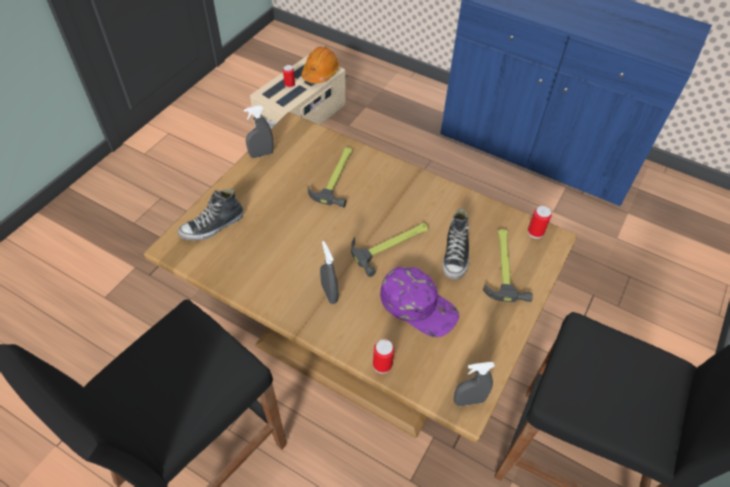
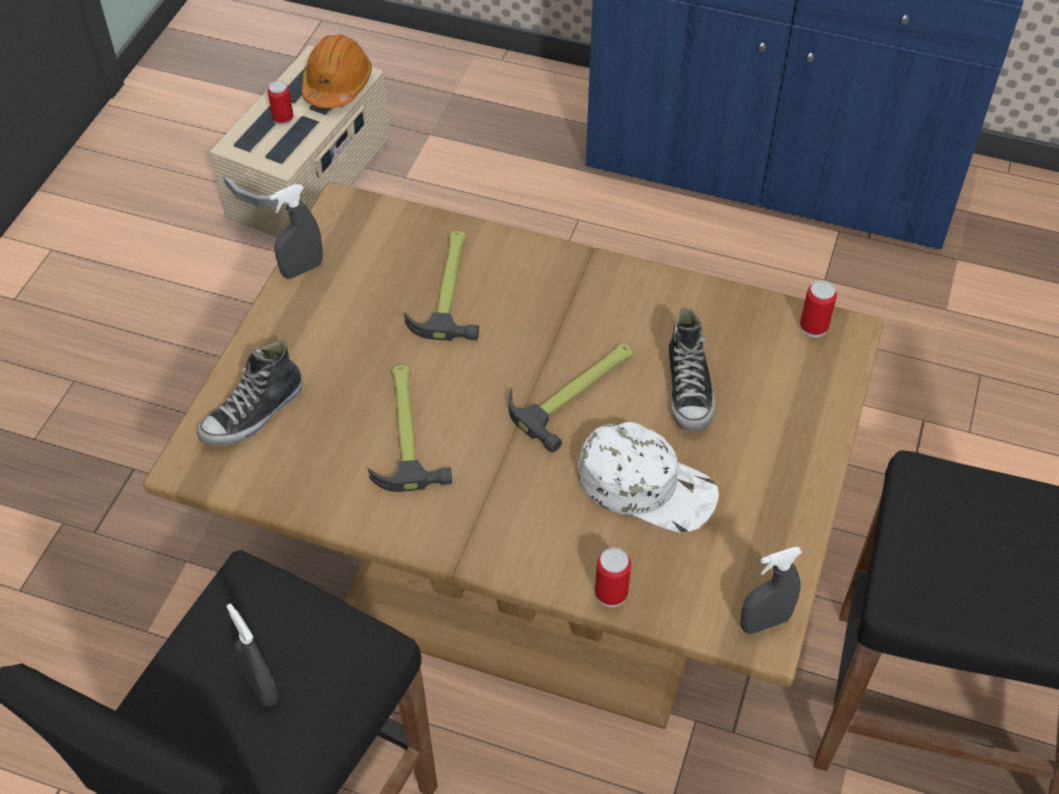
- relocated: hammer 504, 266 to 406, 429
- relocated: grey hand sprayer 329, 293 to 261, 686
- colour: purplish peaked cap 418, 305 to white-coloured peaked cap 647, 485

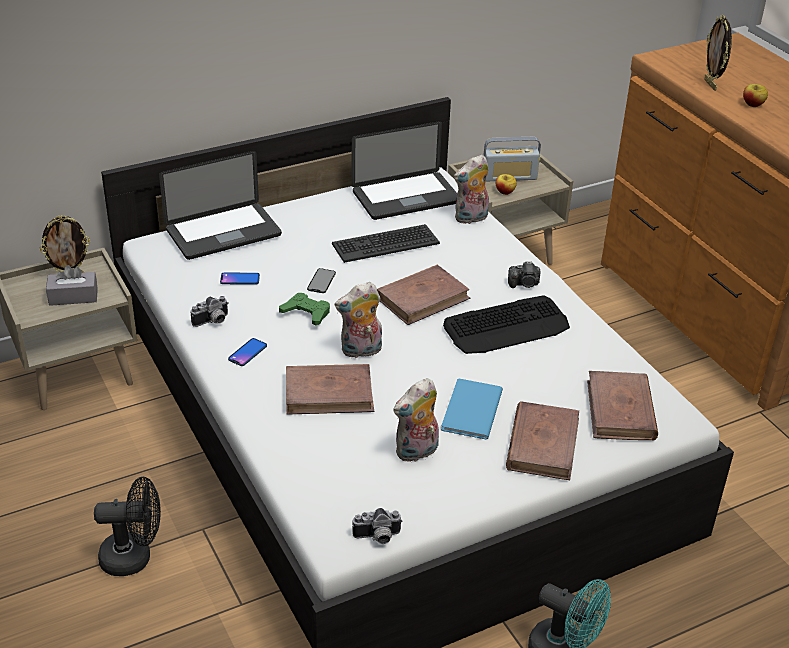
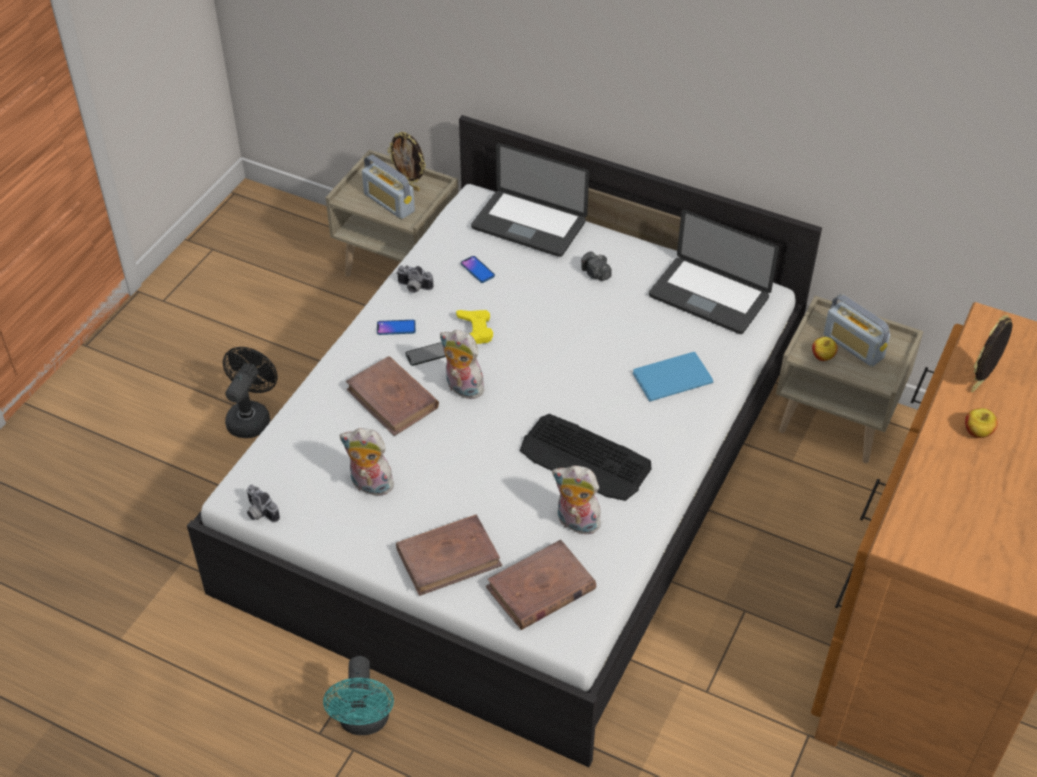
- relocated: plush toy 471, 218 to 576, 523
- missing: computer keyboard 385, 244
- relocated: photo camera 524, 284 to 595, 274
- exchanged: grey tissue holder 73, 296 to radio set 389, 203
- missing: brown-coloured volume 422, 298
- relocated: handset 321, 281 to 426, 354
- colour: greenish joypad 306, 313 to yellow joypad 475, 330
- relocated: blue-coloured volume 469, 411 to 669, 377
- spun: blackish cooling fan 134, 557 = 251, 417 120 degrees counterclockwise

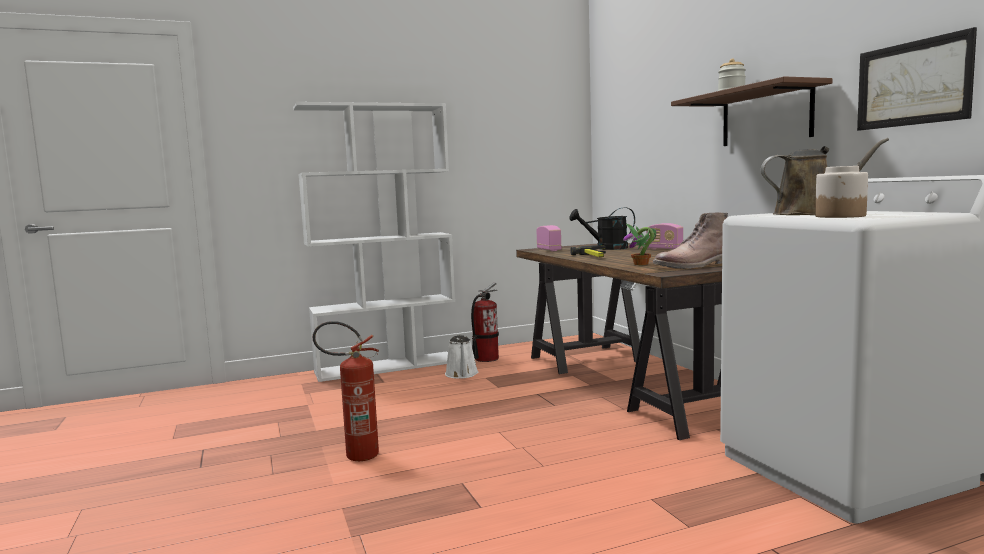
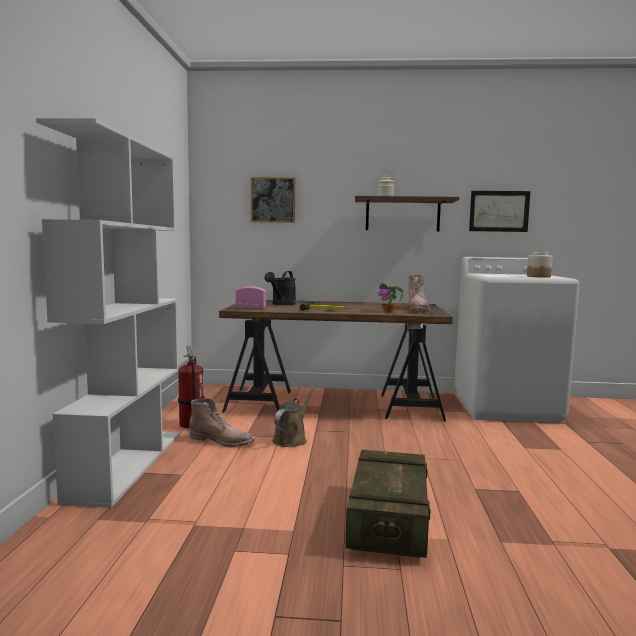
- relocated: brown-coloured sprinkling can 810, 214 to 291, 439
- missing: radio set 664, 249
- exchanged: fire-fighting cylinder 354, 456 to packing crate 388, 520
- exchanged: white-coloured sprinkling can 462, 374 to brown-coloured boot 221, 441
- appeared: wall picture 273, 200

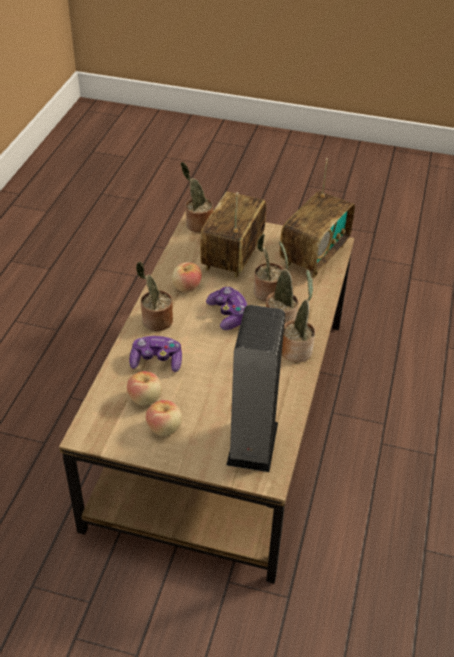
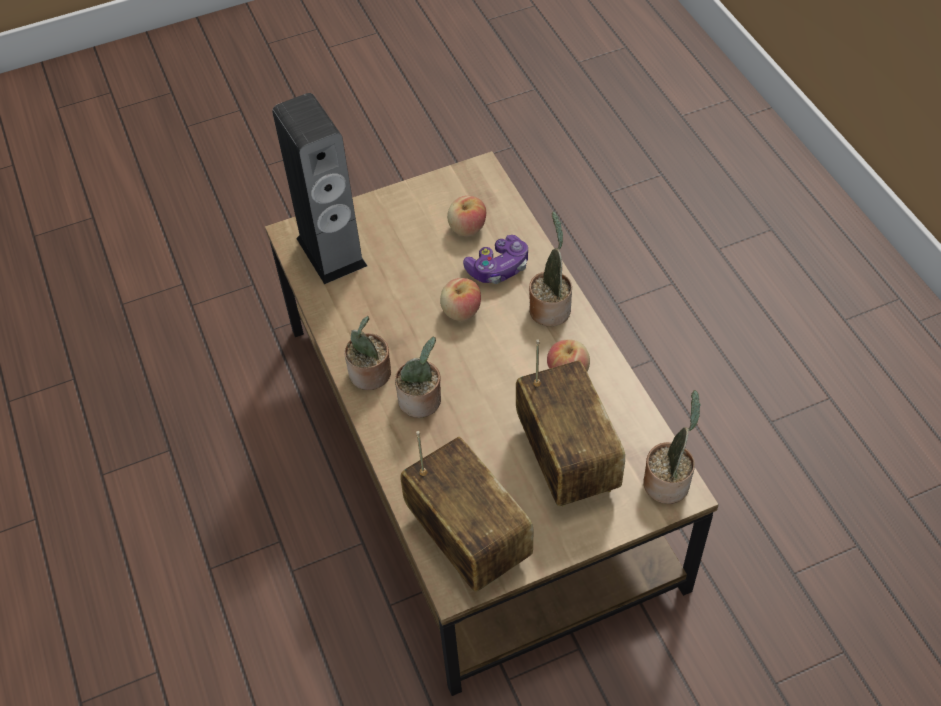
- spun: radio set 314, 255 = 468, 538 150 degrees clockwise
- missing: houseplant 266, 293
- missing: joypad 228, 315
- relocated: apple fruit 165, 428 to 461, 311

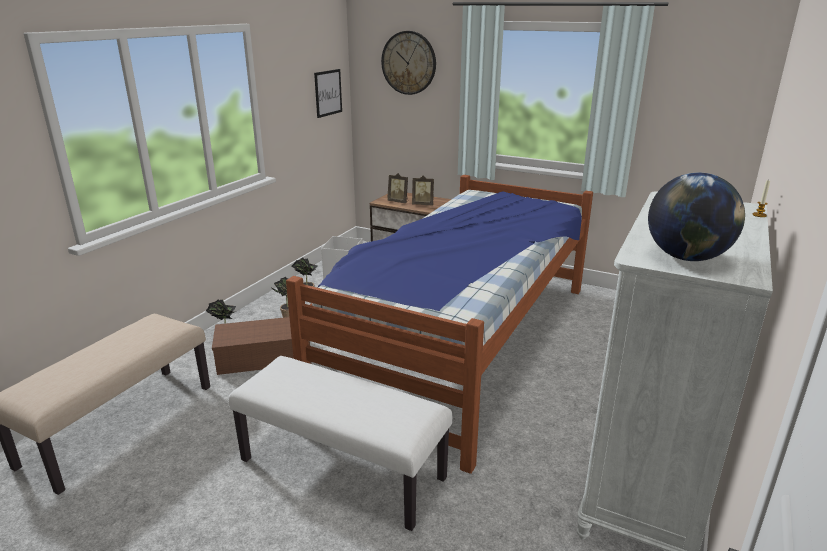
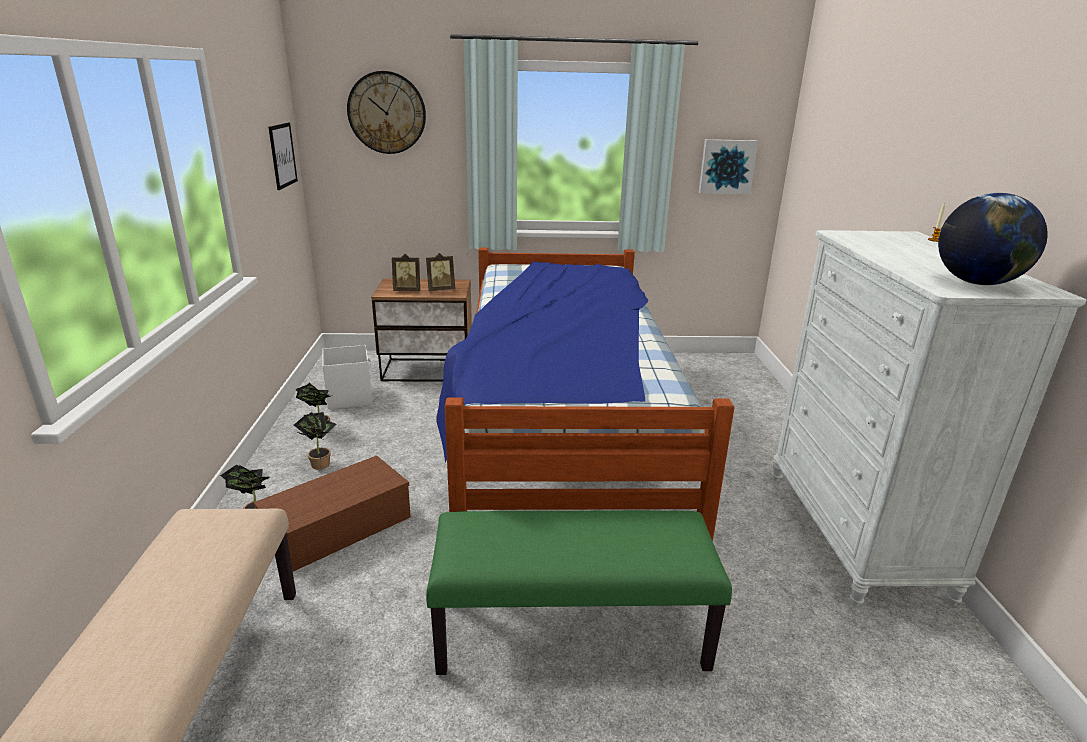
- colour: white-coloured indoor bench 343, 468 to greenish indoor bench 572, 632
- appeared: wall picture 726, 166

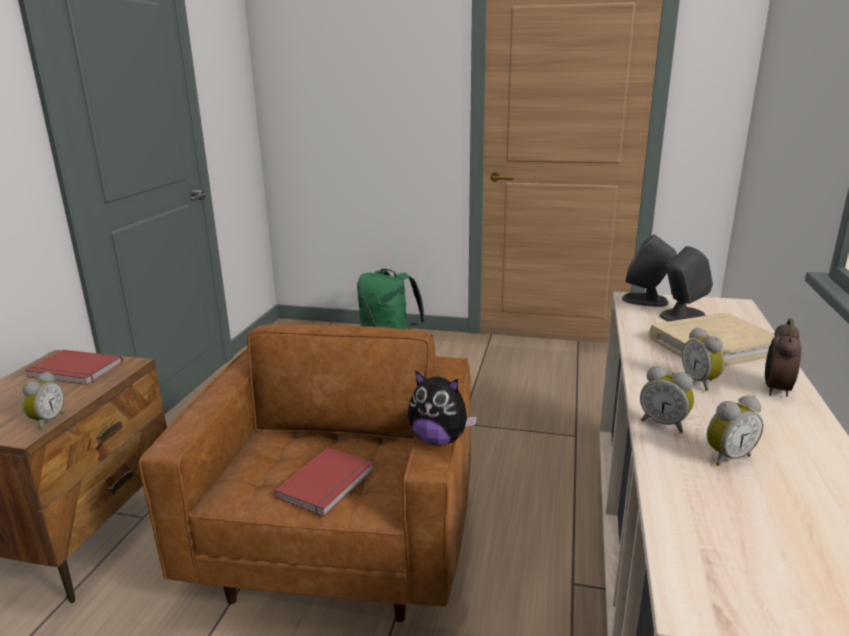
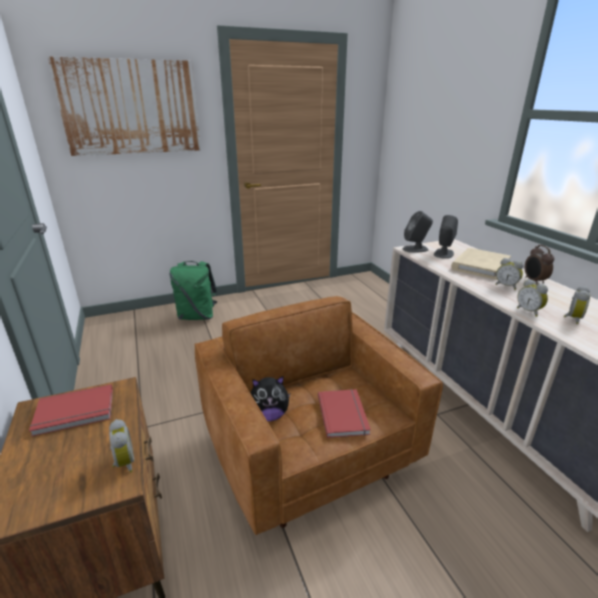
- spun: bedside clock 663, 423 = 529, 311 60 degrees clockwise
- relocated: plush toy 439, 440 to 269, 415
- appeared: wall picture 131, 108

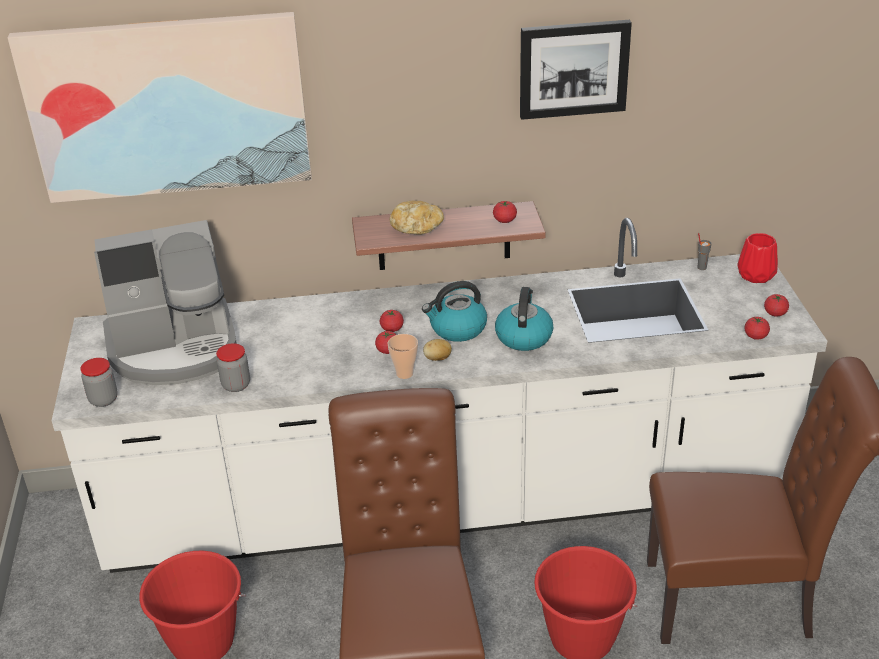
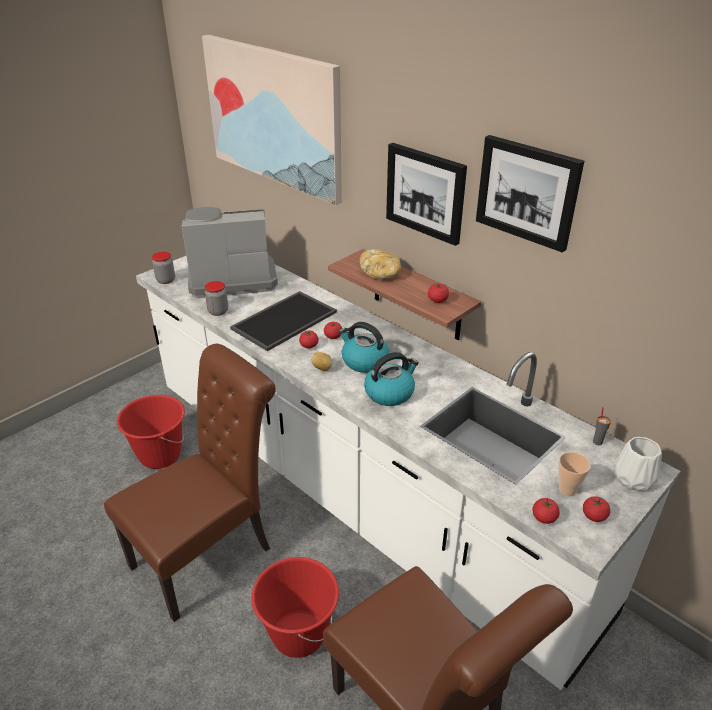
- spun: coffee maker 174, 348 = 231, 277 135 degrees clockwise
- colour: red-coloured flower vase 754, 275 to white-coloured flower vase 632, 478
- relocated: drinking cup 404, 373 to 567, 490
- appeared: wall picture 426, 192
- appeared: tray 284, 319

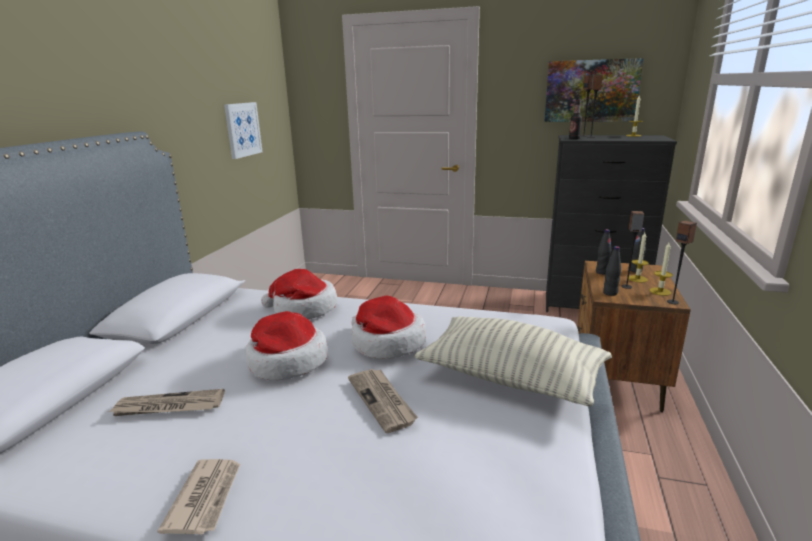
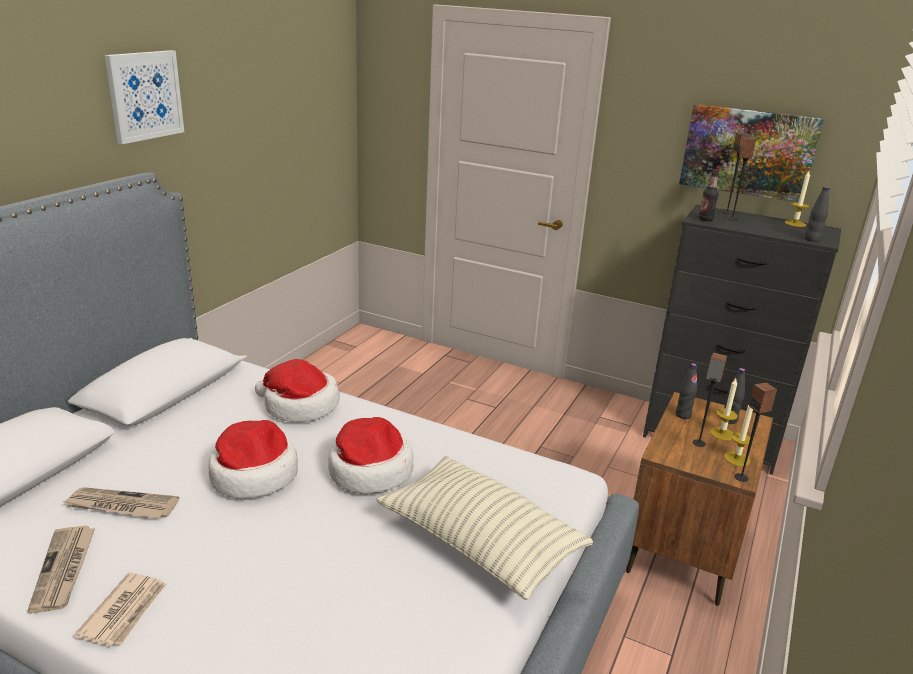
- relocated: wall picture 242, 129 to 144, 95
- relocated: blackish beverage bottle 610, 293 to 812, 239
- relocated: printed paper 382, 401 to 64, 570

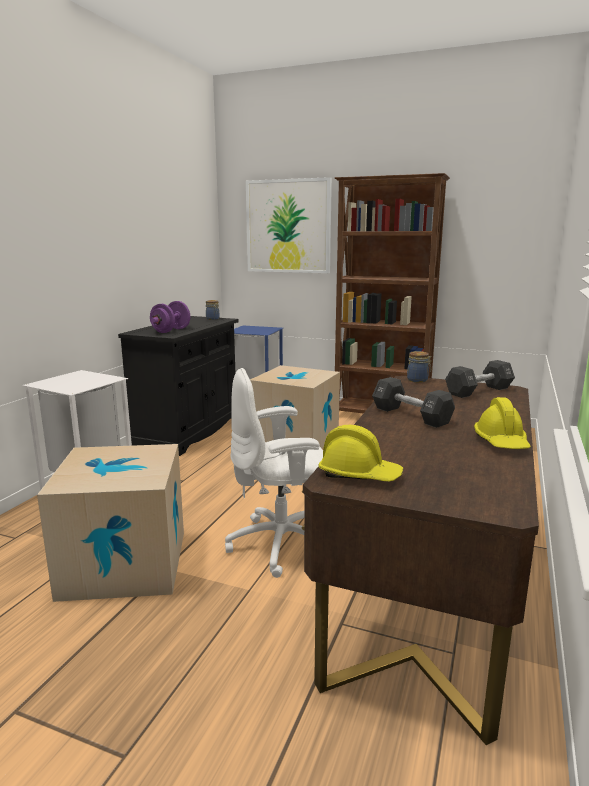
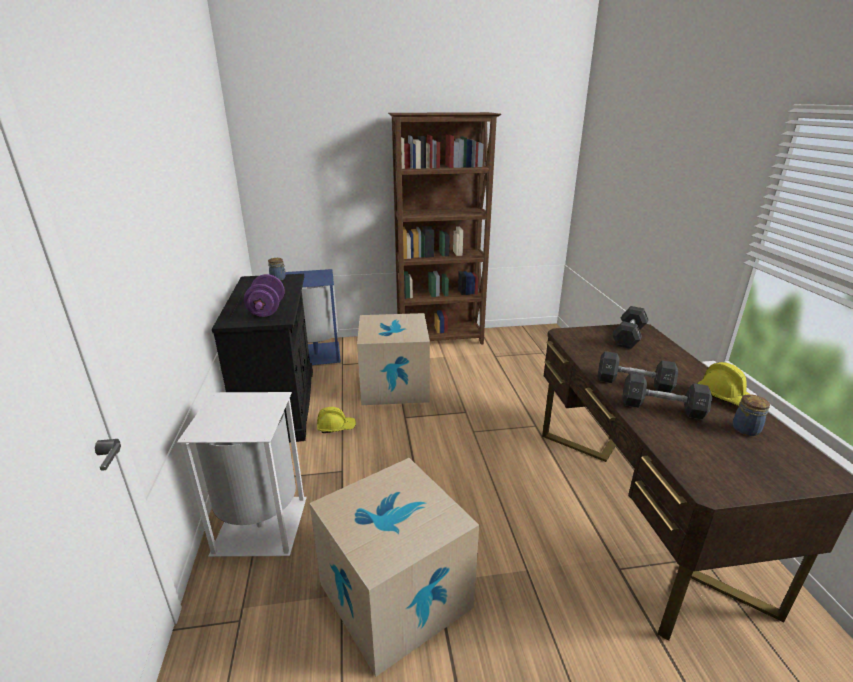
- missing: wall picture 288, 226
- relocated: jar 418, 380 to 747, 429
- missing: white-coloured office chair 282, 544
- relocated: yellow safety helmet 359, 474 to 336, 427
- appeared: blackish dumbbell 662, 407

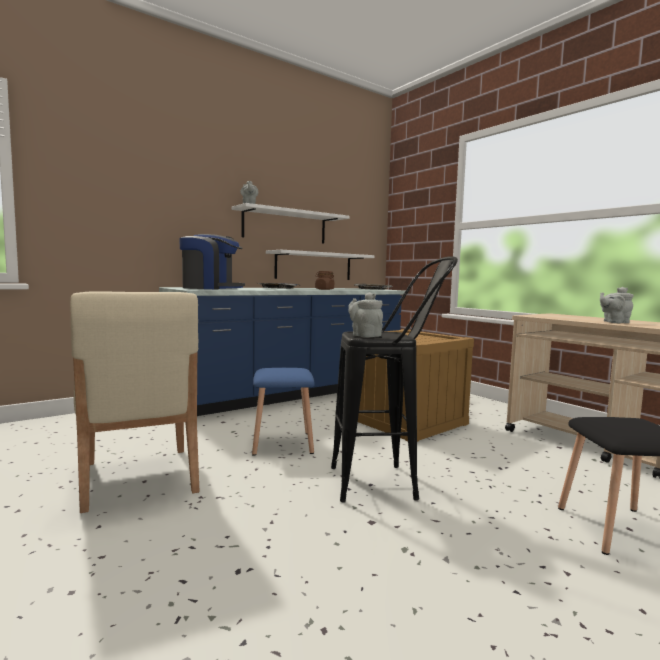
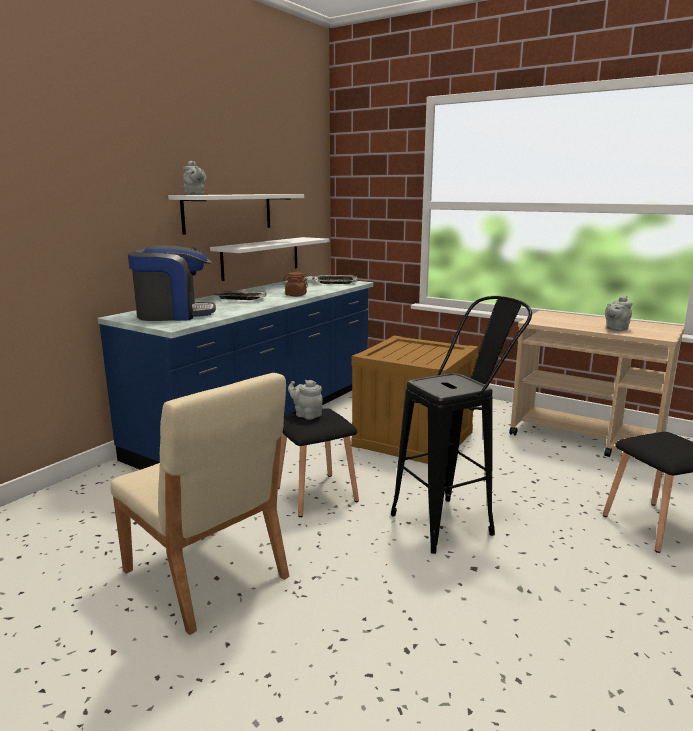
- relocated: grey tea pot 364, 335 to 306, 415
- colour: blue-coloured stool 282, 443 to blackish stool 315, 494

